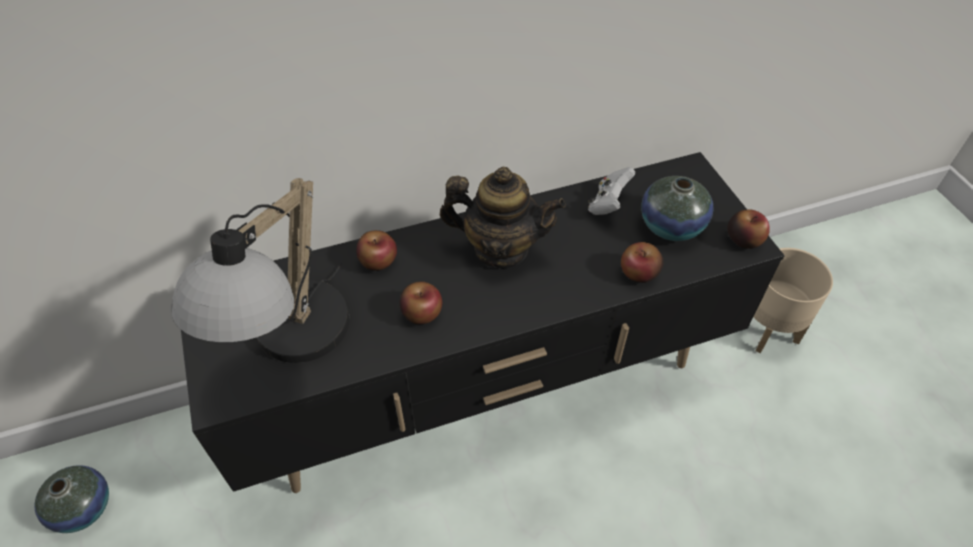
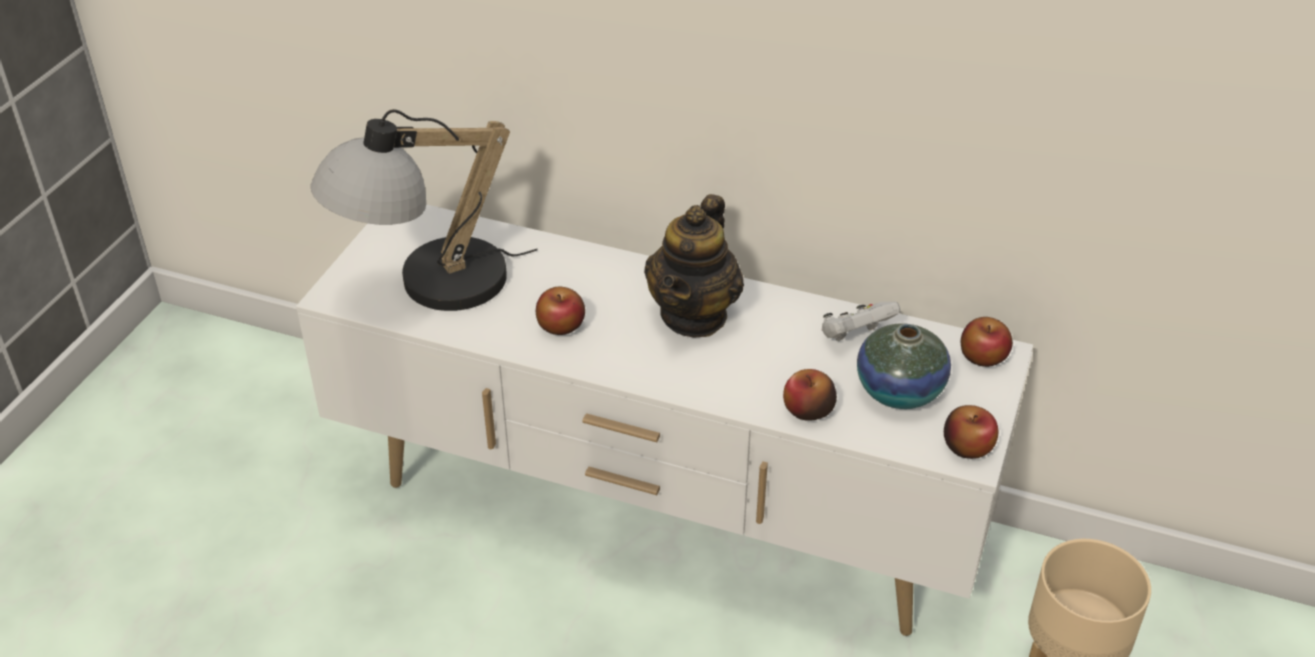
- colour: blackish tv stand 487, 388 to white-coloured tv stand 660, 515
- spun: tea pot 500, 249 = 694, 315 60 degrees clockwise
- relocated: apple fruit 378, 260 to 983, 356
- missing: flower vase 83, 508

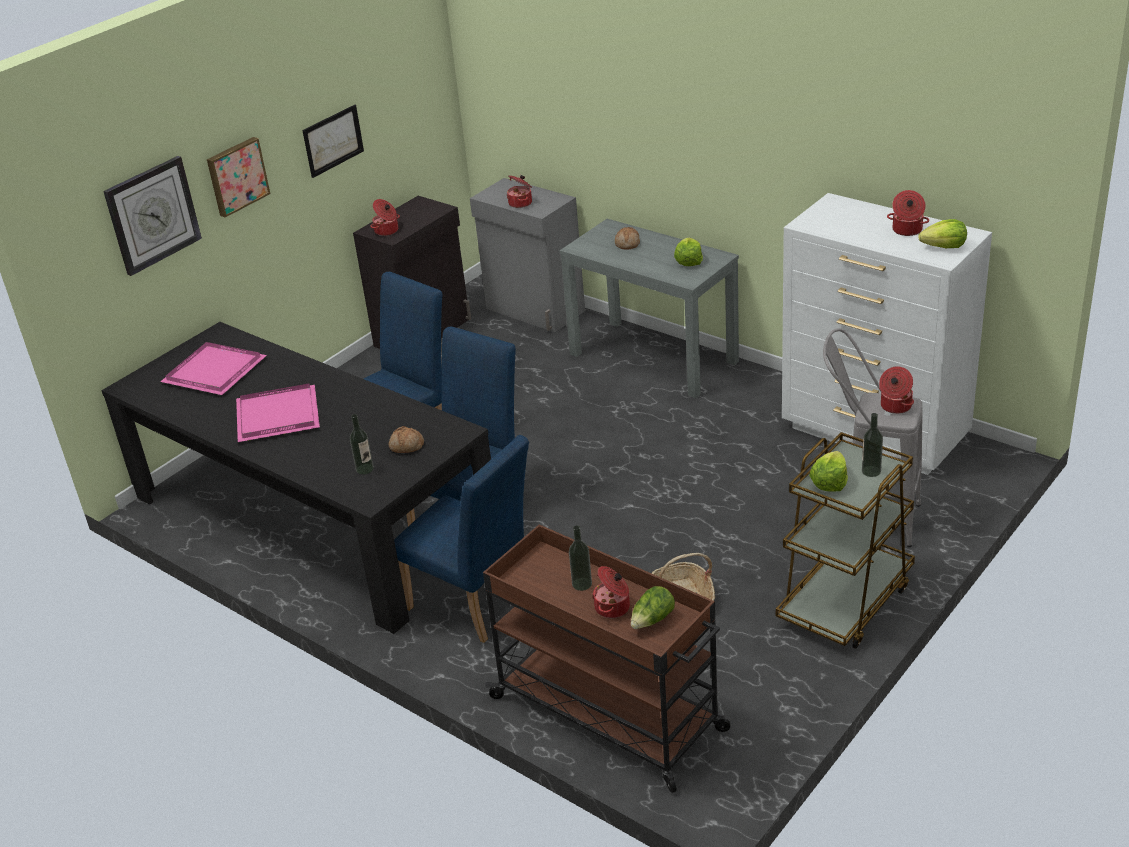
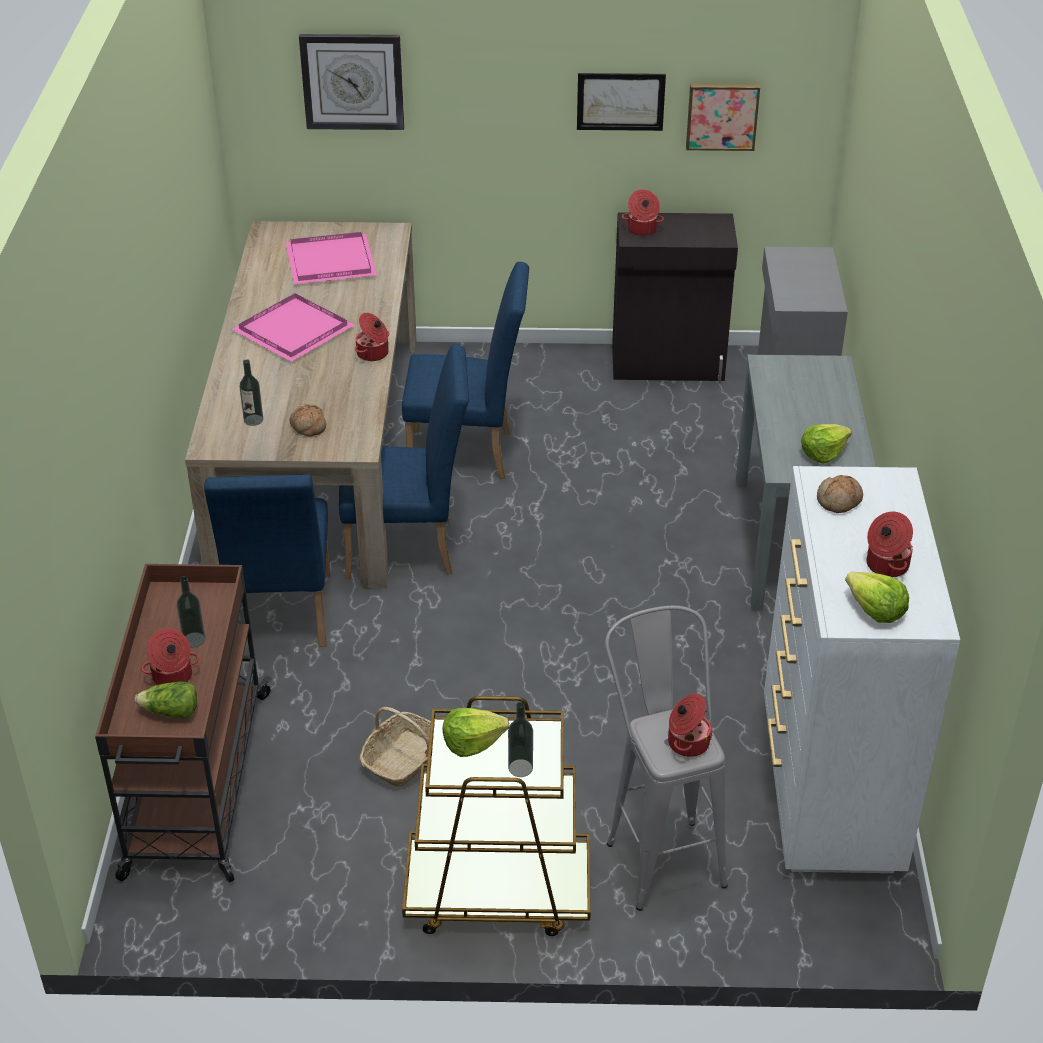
- relocated: wall picture 236, 176 to 722, 115
- relocated: saucepot 521, 203 to 373, 353
- relocated: baked bread 628, 243 to 839, 501
- colour: blackish dinner table 312, 519 to beige-coloured dinner table 320, 452

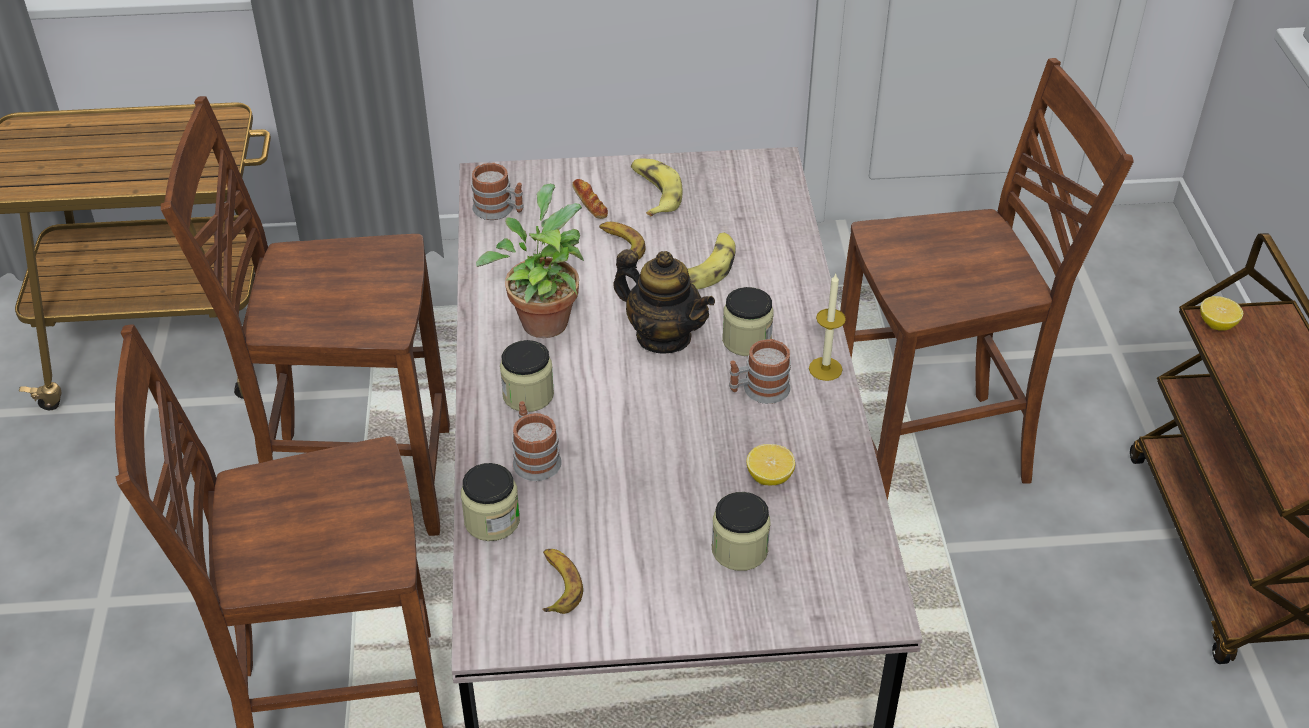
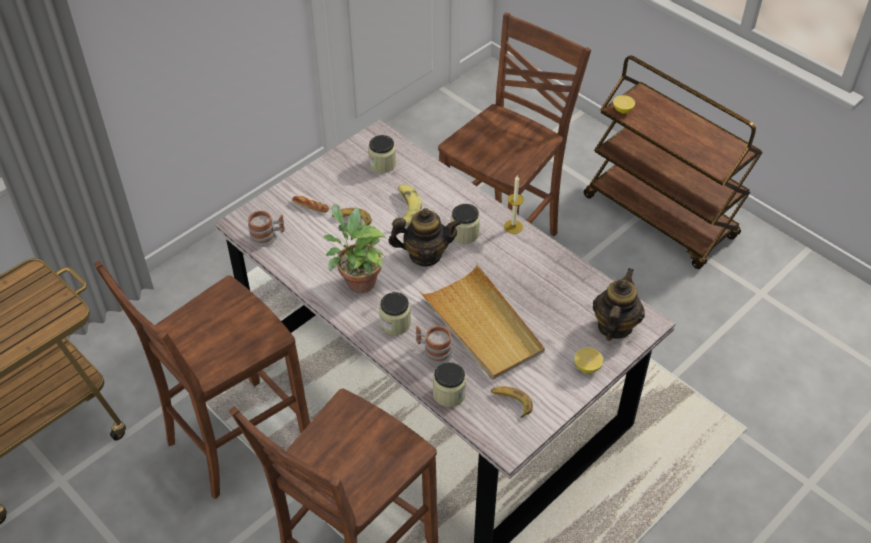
- missing: banana fruit 654, 193
- missing: tea mug 758, 390
- relocated: citrus fruit 769, 477 to 587, 366
- relocated: jar 739, 550 to 382, 164
- appeared: beige-coloured tray 482, 326
- appeared: tea pot 614, 326

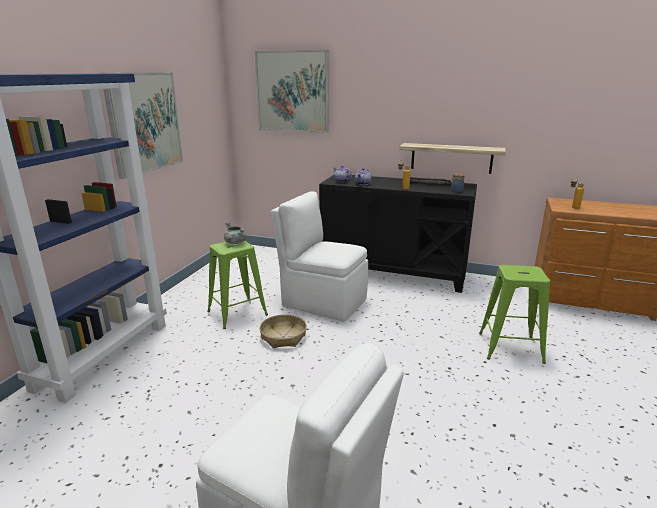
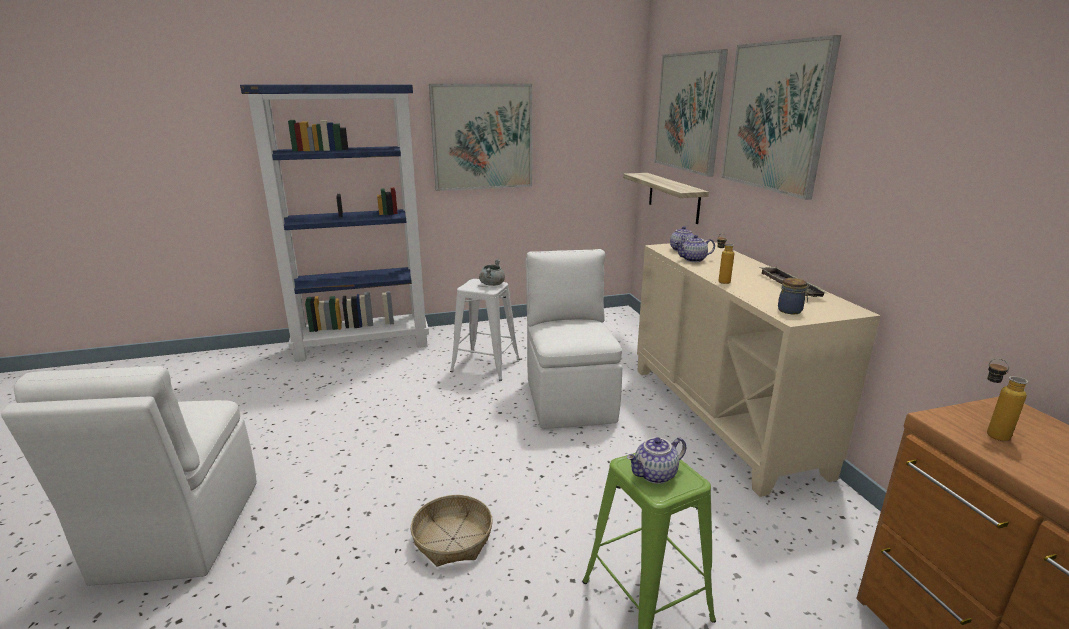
- relocated: wall shelf 451, 158 to 673, 197
- colour: blackish cabinet 393, 272 to beige-coloured cabinet 723, 417
- colour: greenish stool 237, 313 to white-coloured stool 485, 365
- relocated: basket 283, 337 to 453, 539
- appeared: wall picture 775, 117
- appeared: tea pot 655, 475

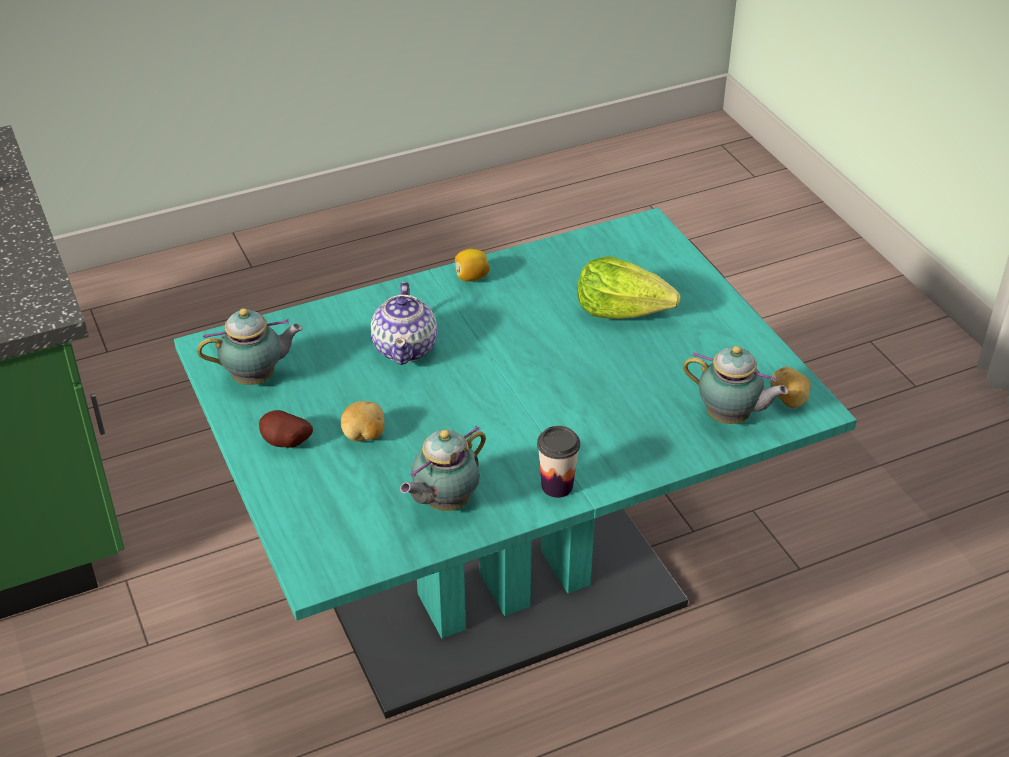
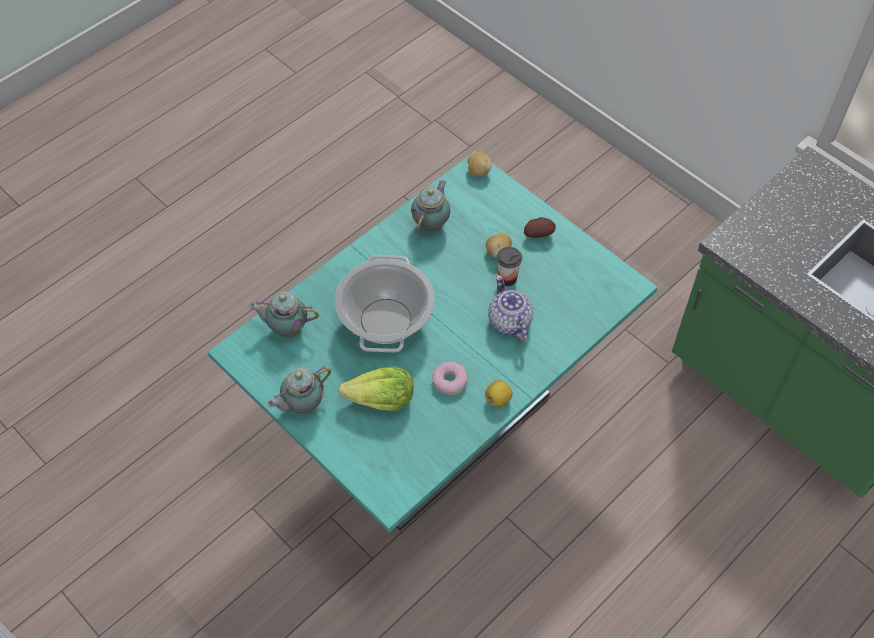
- relocated: tea pot 257, 378 to 302, 405
- relocated: potato 789, 401 to 478, 171
- relocated: drinking cup 557, 486 to 507, 278
- appeared: saucepot 386, 321
- appeared: donut 450, 381

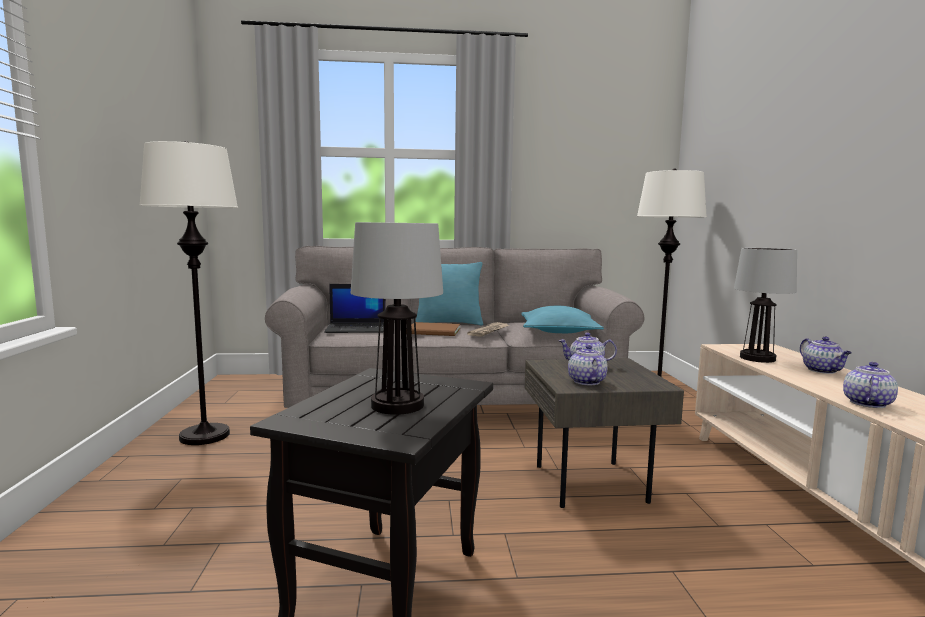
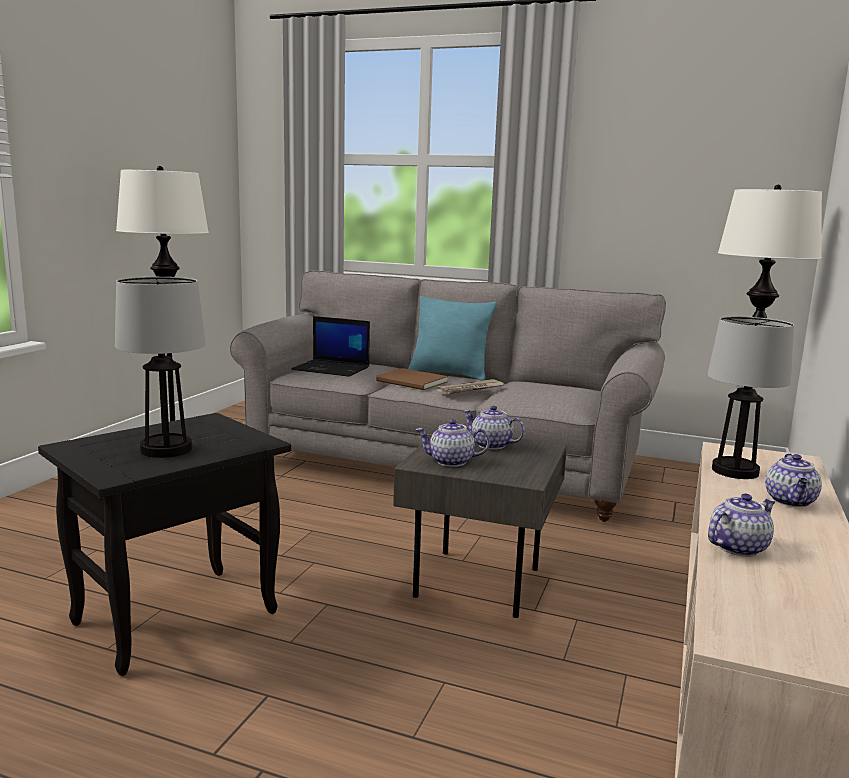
- missing: turquoise-coloured throw pillow 559, 331
- spun: tea pot 586, 381 = 450, 462 105 degrees counterclockwise

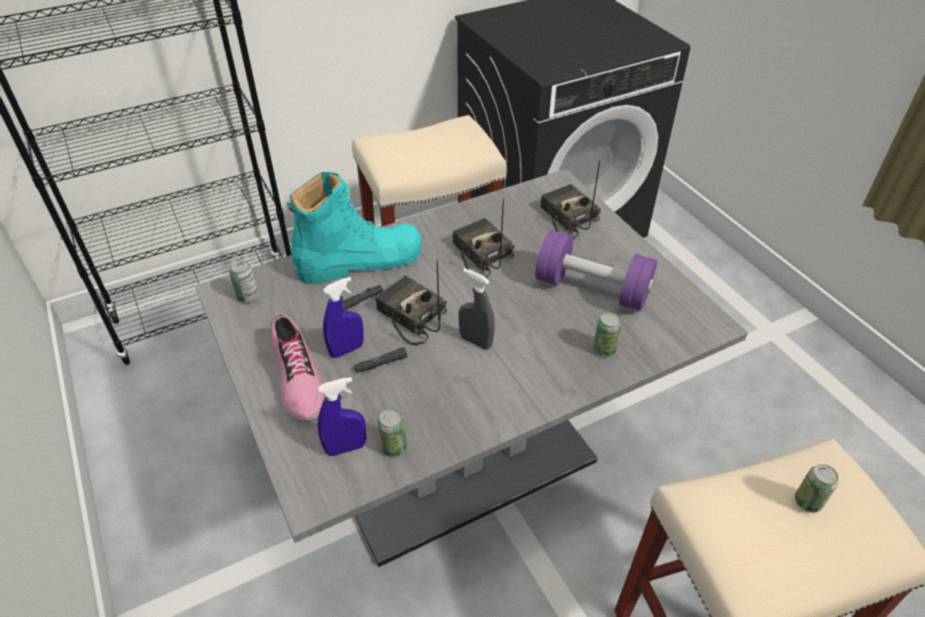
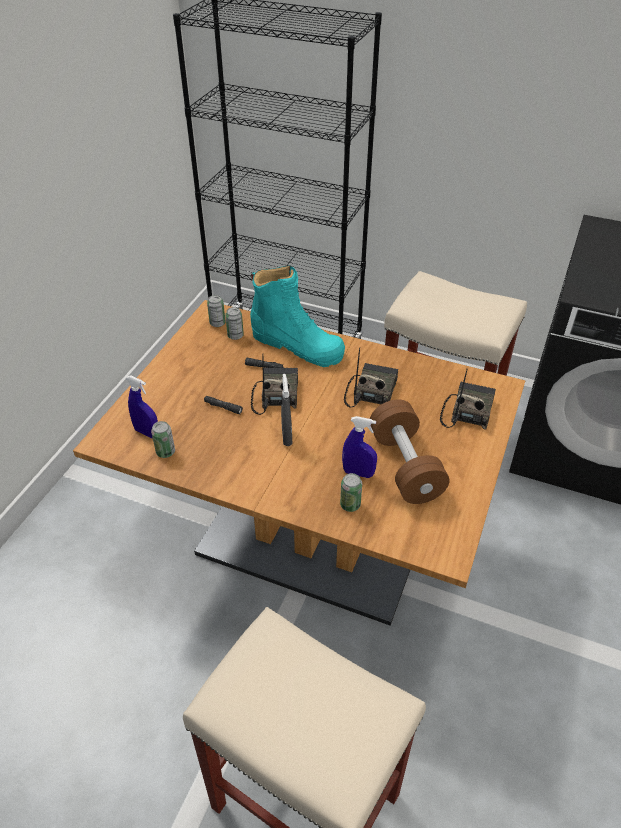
- colour: grey dinner table 462, 461 to brown-coloured dinner table 310, 544
- colour: purplish dumbbell 592, 289 to brown-coloured dumbbell 405, 466
- relocated: blue-coloured hand sprayer 346, 350 to 358, 473
- missing: low shoe 296, 378
- relocated: sealed can 807, 502 to 235, 336

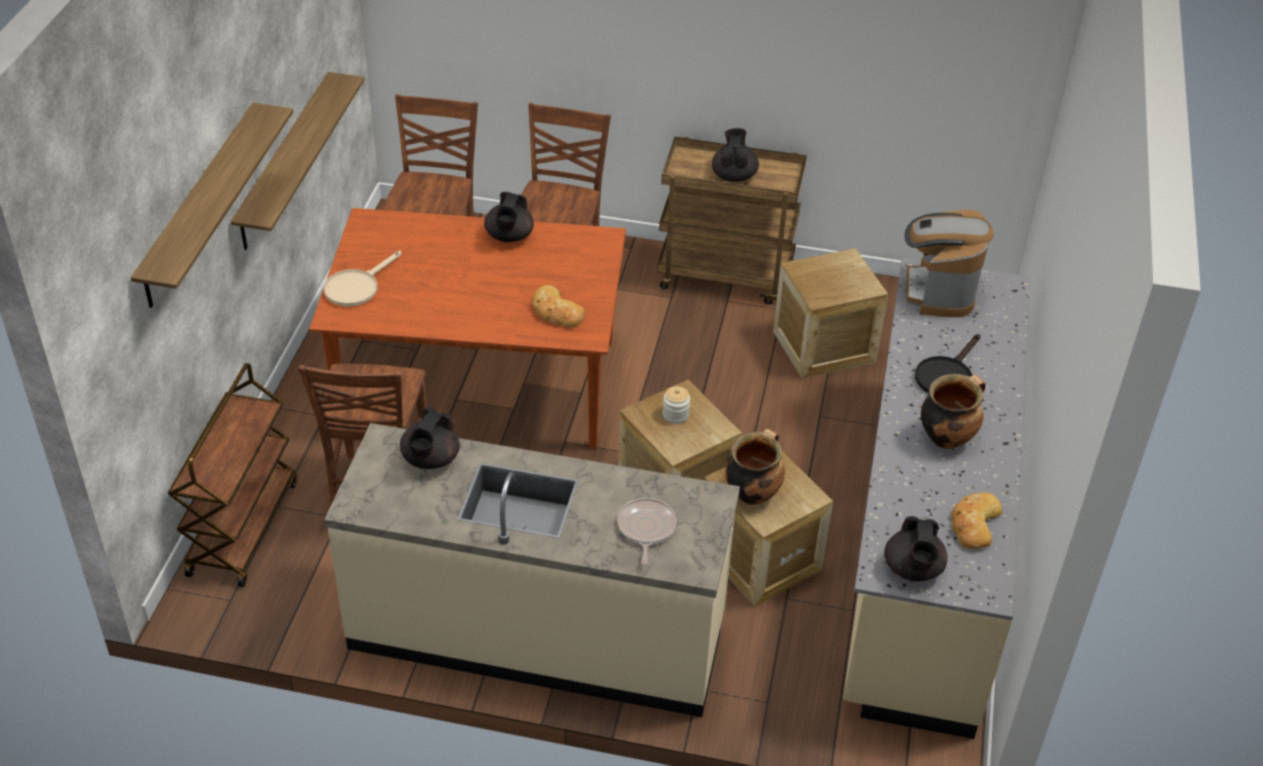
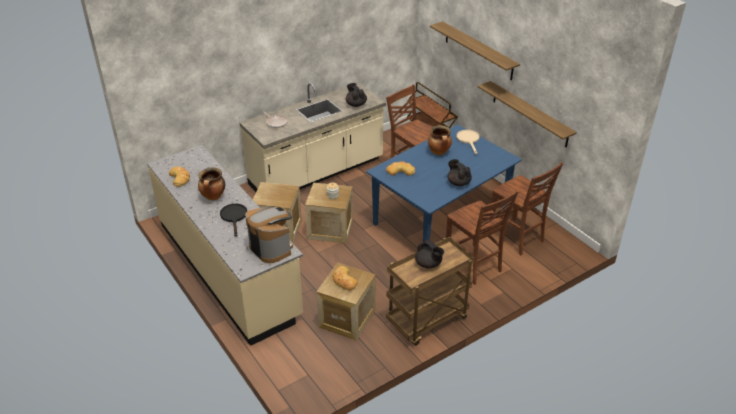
- colour: brown-coloured dinner table 478, 383 to blue-coloured dinner table 440, 216
- relocated: saucepot 752, 493 to 439, 152
- missing: blackish tea pot 913, 569
- appeared: baked bread 344, 280

